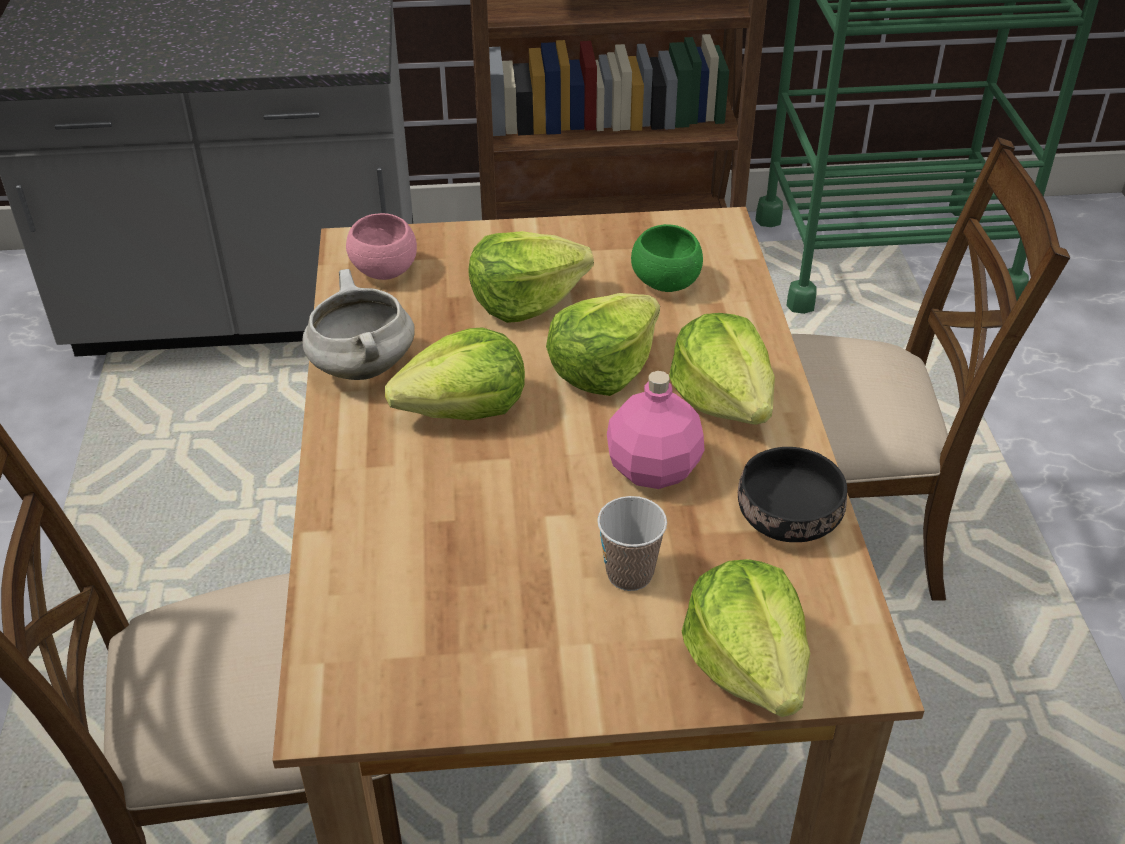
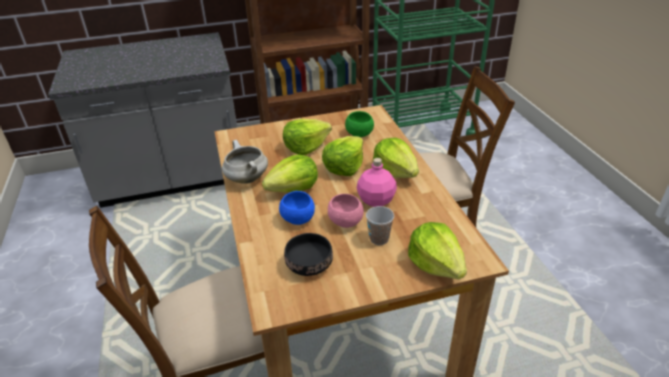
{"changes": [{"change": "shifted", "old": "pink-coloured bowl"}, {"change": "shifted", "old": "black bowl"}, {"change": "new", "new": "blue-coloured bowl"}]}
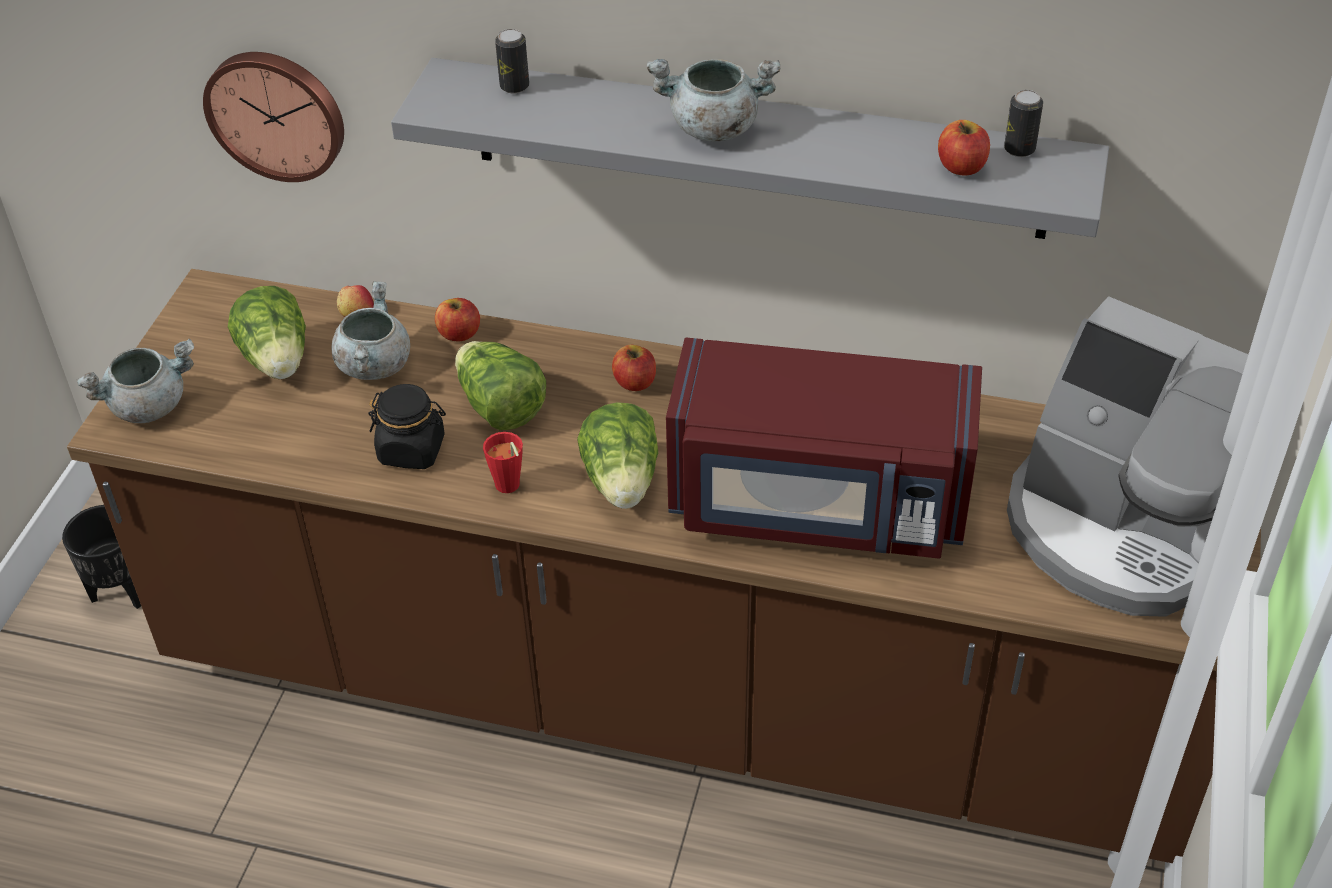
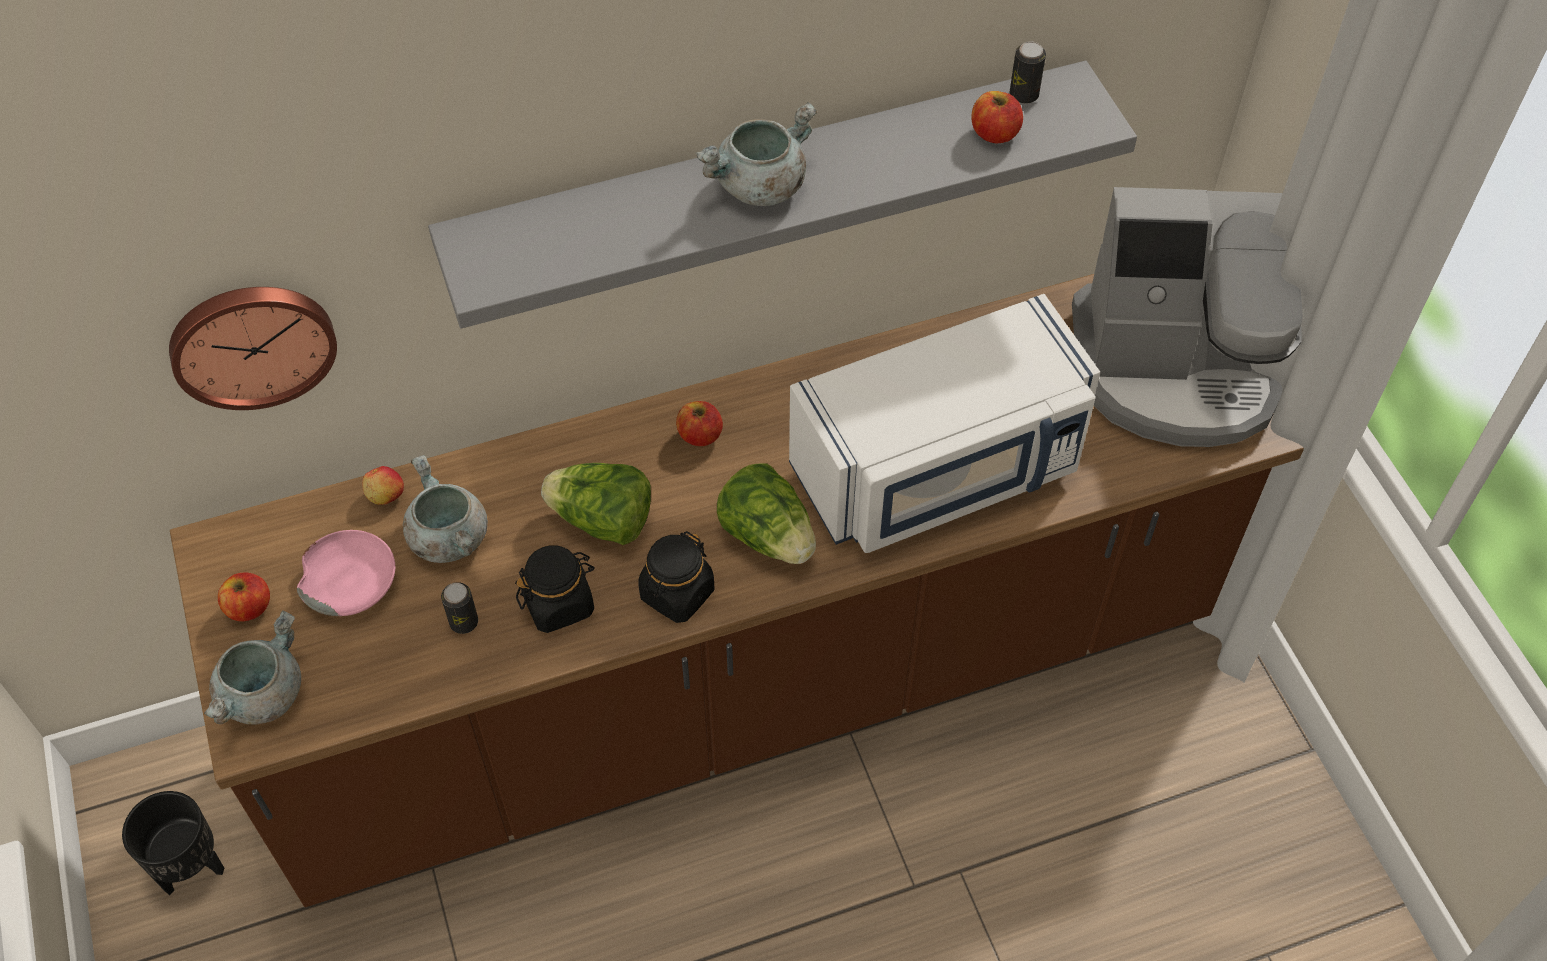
{"changes": [{"change": "swapped", "old": "lettuce (no. 1 from left)", "new": "pink-coloured bowl"}, {"change": "shifted", "old": "apple (no. 2 from left in the first image)", "new": "apple (no. 1 from left)"}, {"change": "swapped", "old": "reddish cup", "new": "black storage jar (no. 2 from left)"}, {"change": "shifted", "old": "metal can (no. 1 from left)"}, {"change": "repainted", "old": "reddish kitchen microwave", "new": "whitish kitchen microwave"}]}
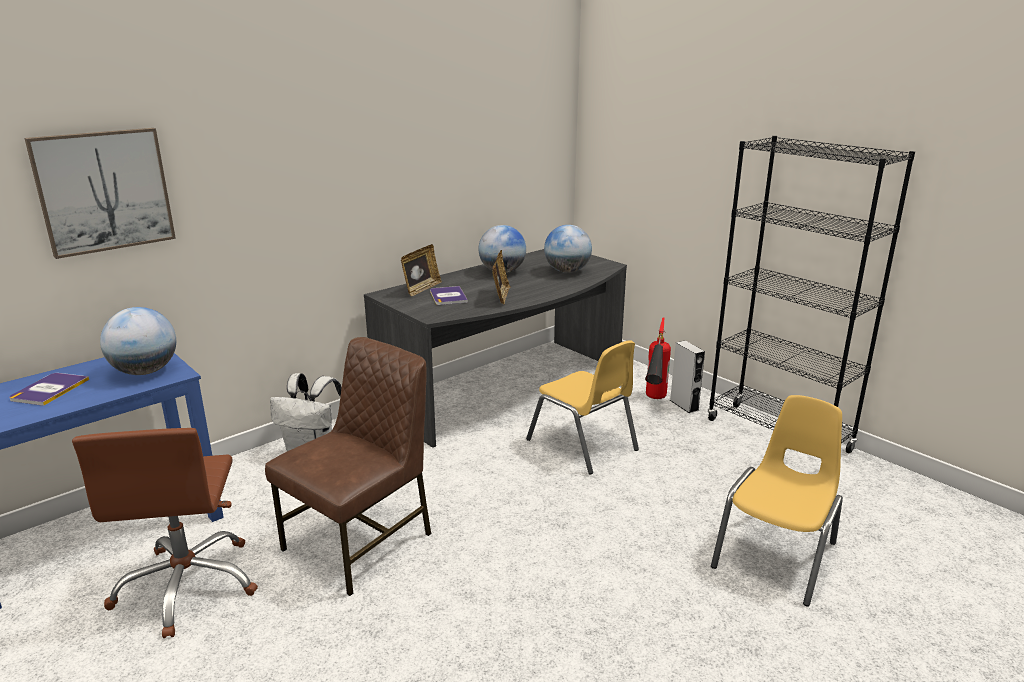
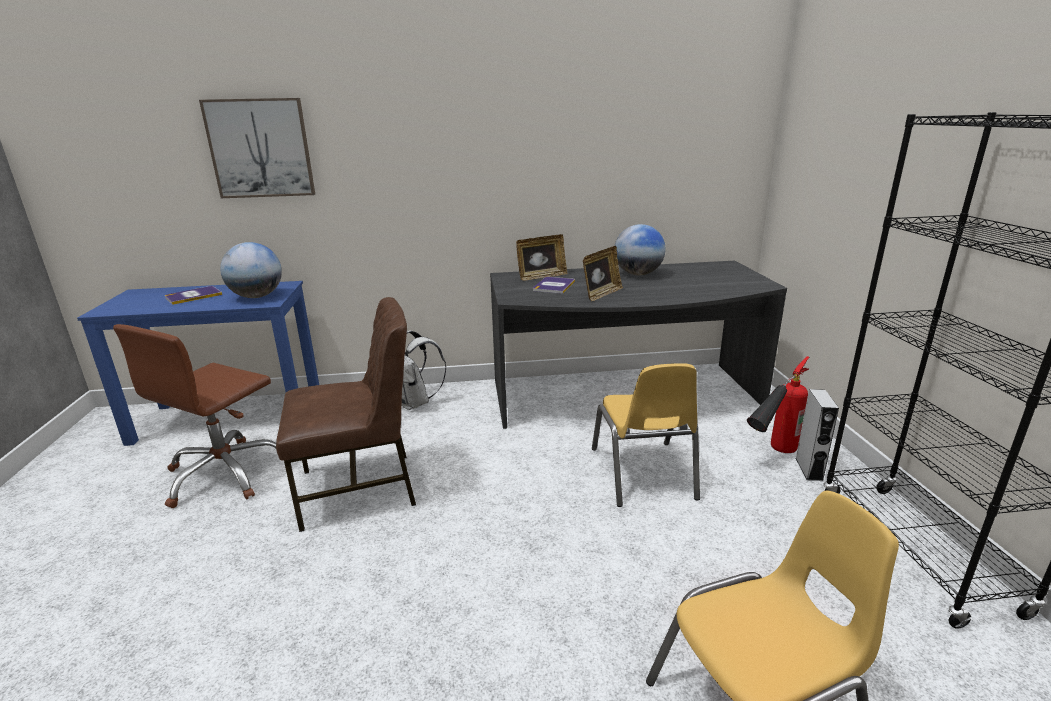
{"changes": [{"change": "gone", "old": "desk globe (no. 3 from left)"}]}
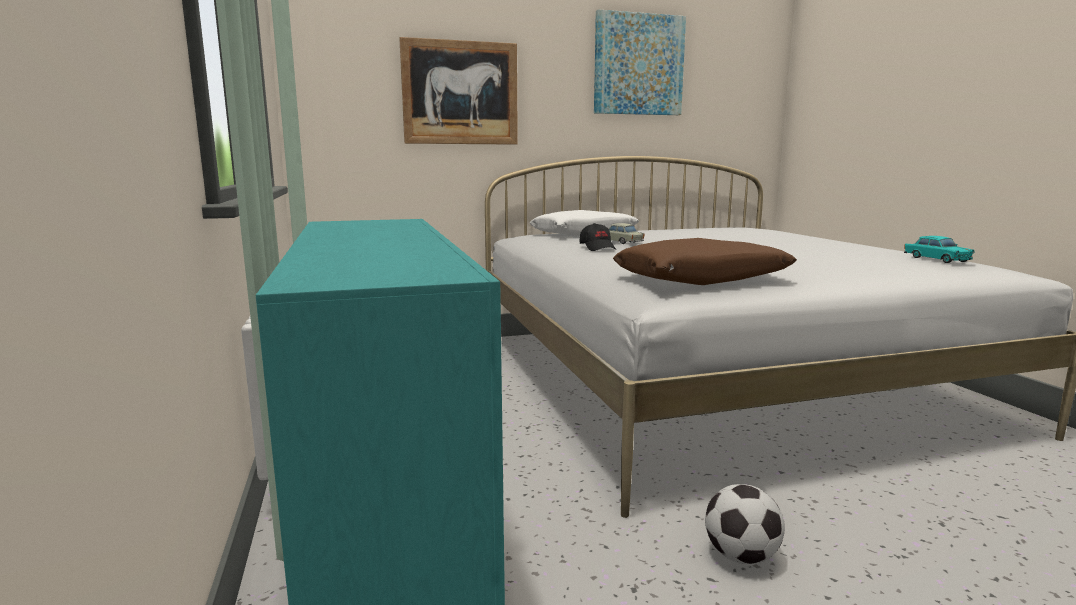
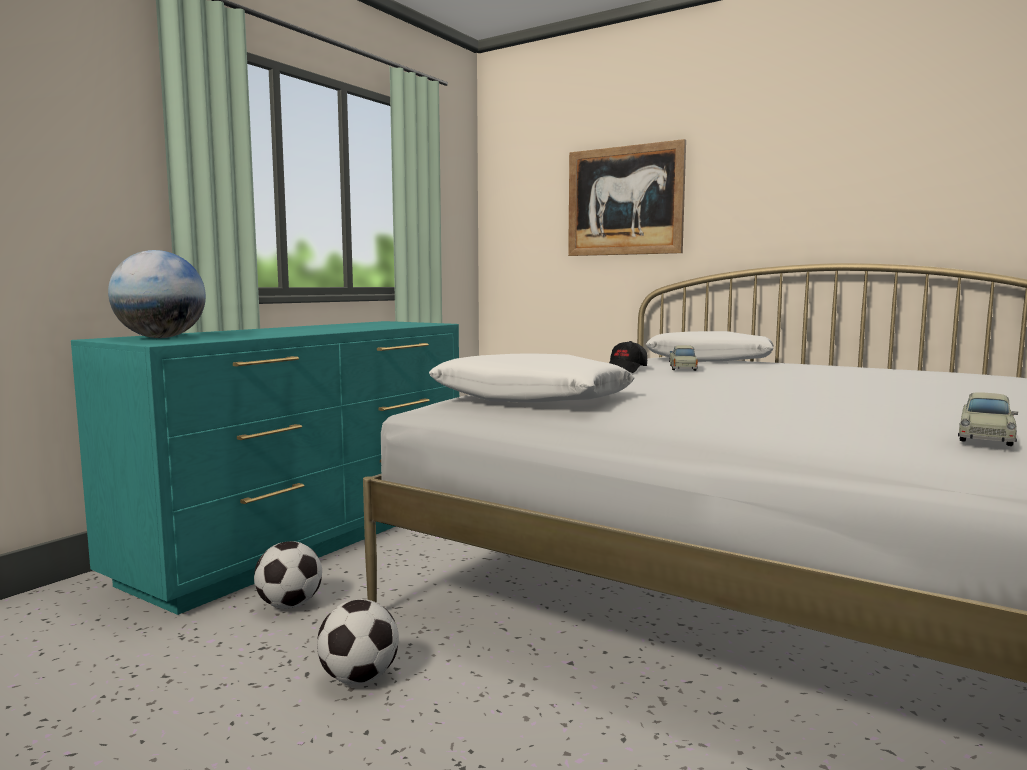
{"changes": [{"change": "gone", "old": "wall art (no. 2 from left)"}, {"change": "repainted", "old": "brownish throw pillow", "new": "whitish throw pillow (no. 1 from left)"}, {"change": "repainted", "old": "turquoise miniature car", "new": "beige-coloured miniature car (no. 2 from left)"}, {"change": "new", "new": "desk globe"}, {"change": "new", "new": "football ball (no. 1 from left)"}]}
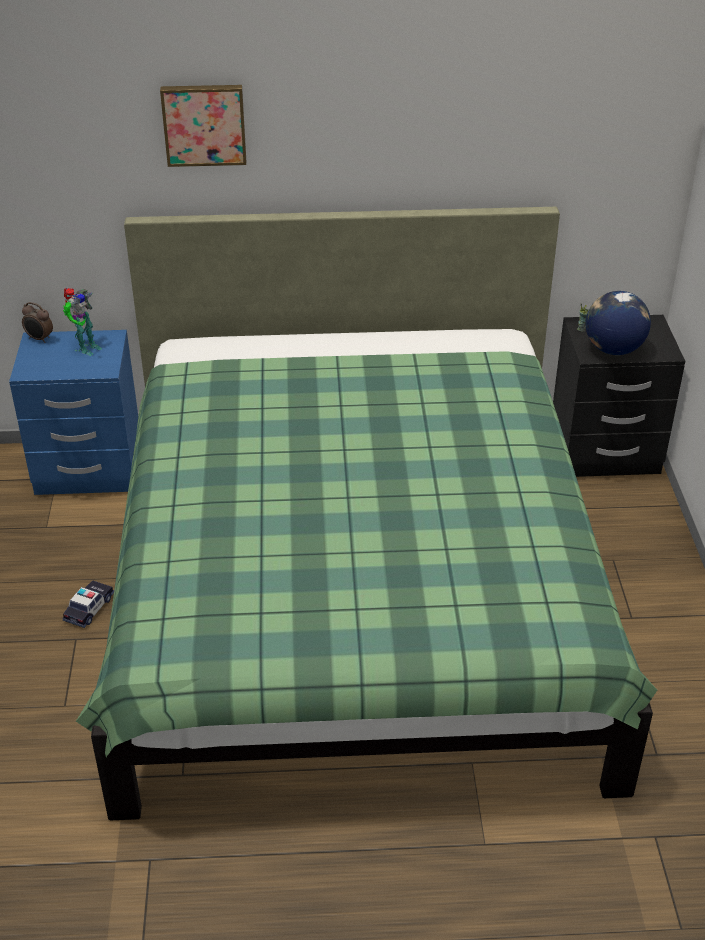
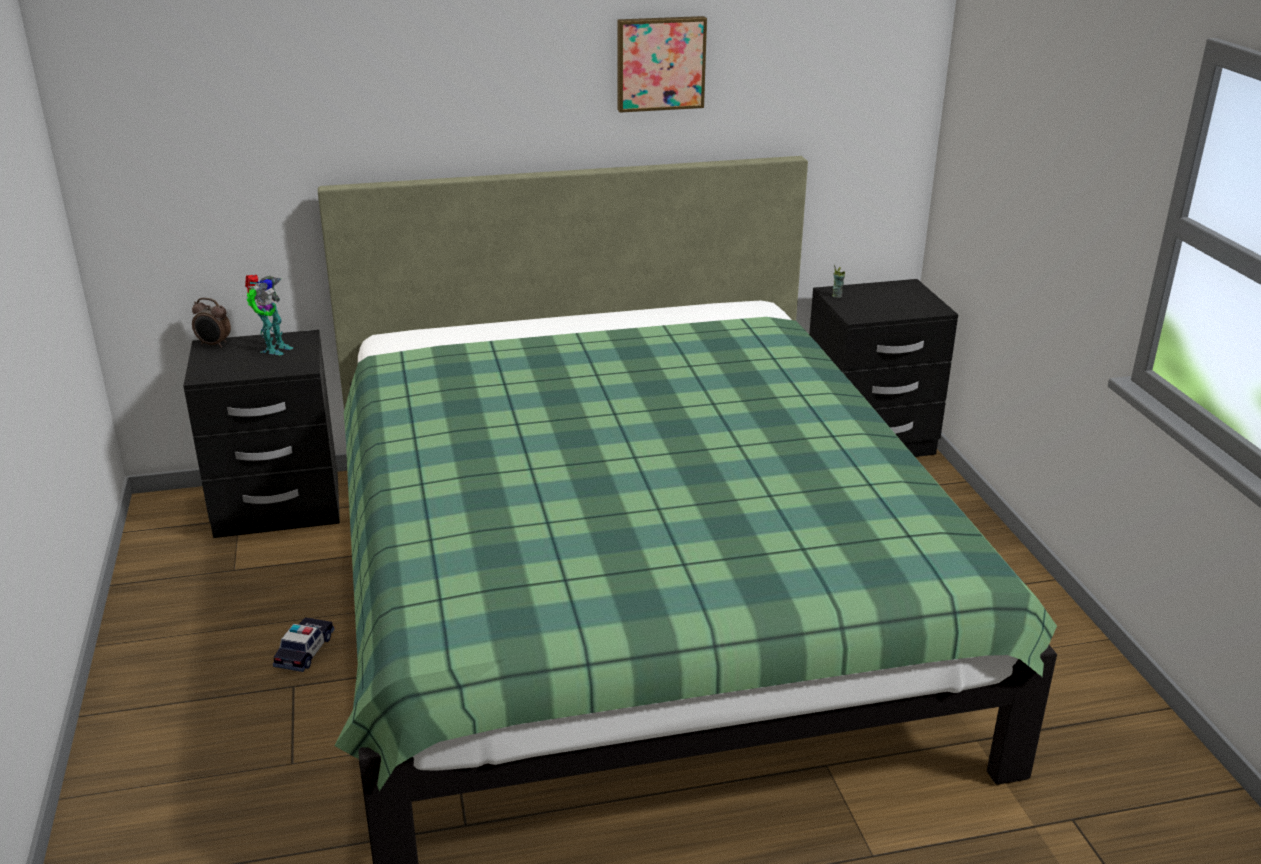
{"changes": [{"change": "repainted", "old": "blue-coloured bedside table", "new": "black bedside table (no. 1 from left)"}, {"change": "shifted", "old": "wall art"}, {"change": "gone", "old": "desk globe"}]}
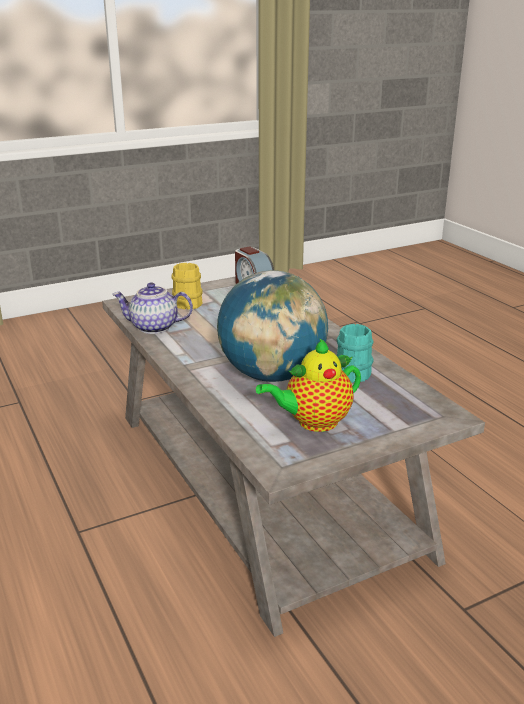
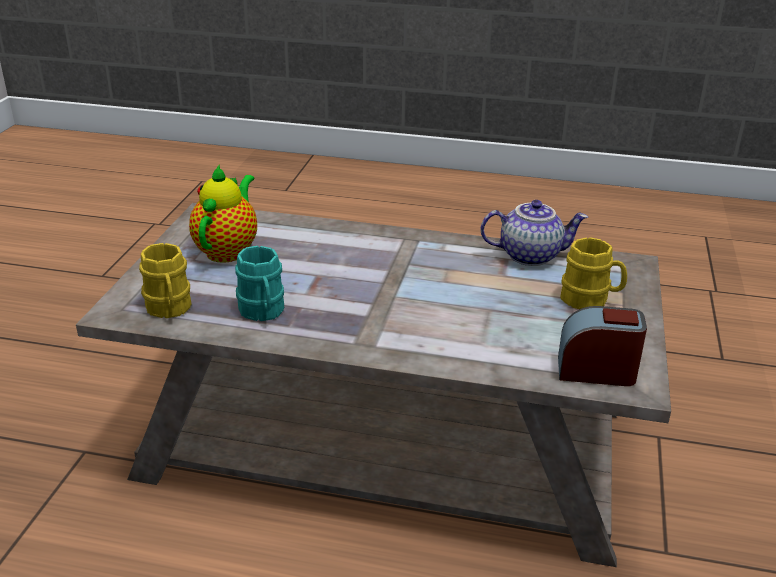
{"changes": [{"change": "rotated", "old": "pot for tea (no. 1 from left in the first image)", "degrees": 45}, {"change": "gone", "old": "desk globe"}, {"change": "new", "new": "yellow coffee mug (no. 1 from left)"}]}
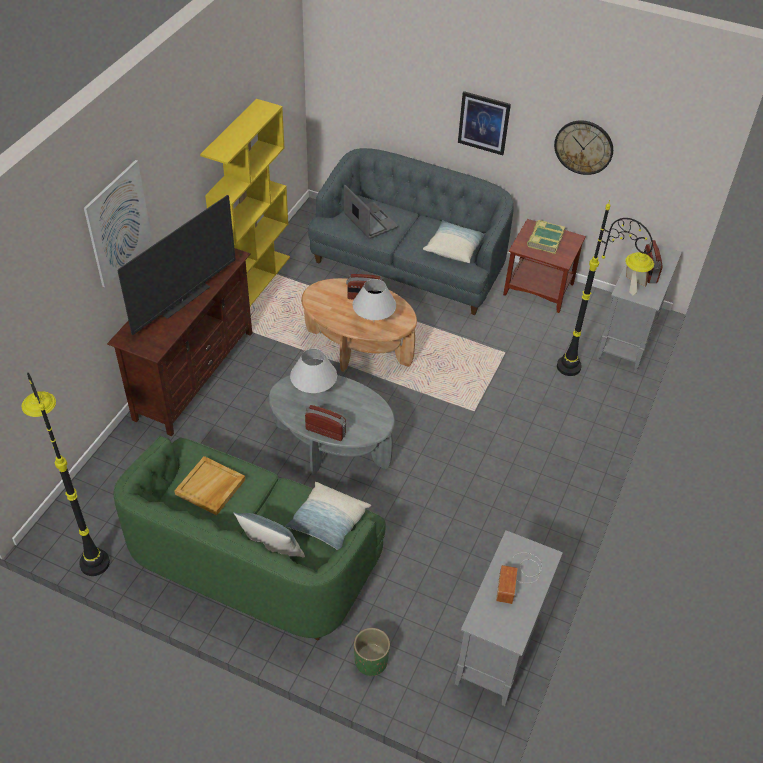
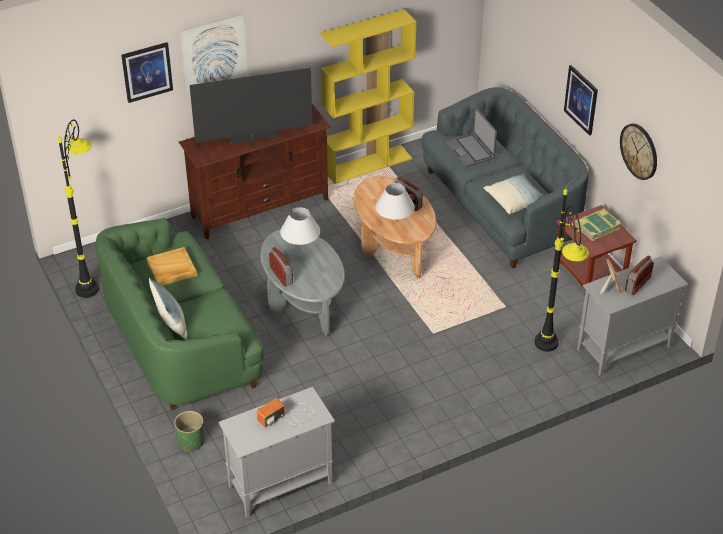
{"changes": [{"change": "gone", "old": "throw pillow (no. 2 from left)"}, {"change": "rotated", "old": "portable computer", "degrees": 150}, {"change": "new", "new": "wall art (no. 1 from left)"}]}
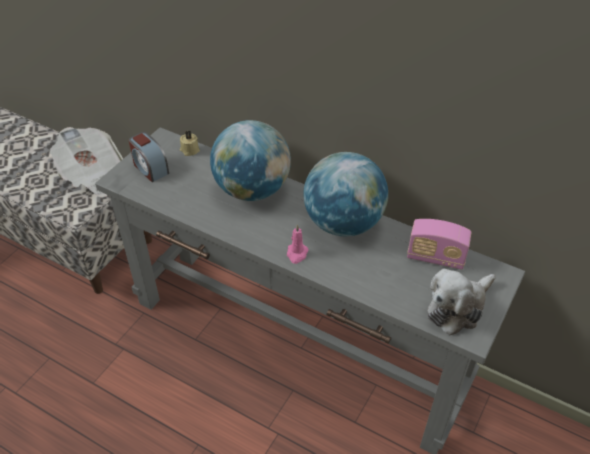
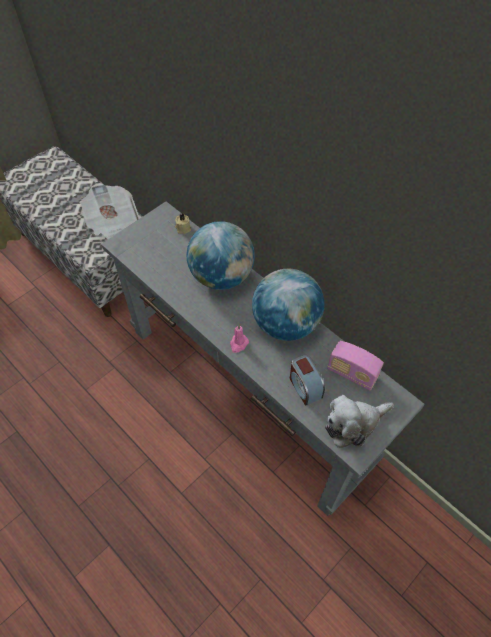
{"changes": [{"change": "shifted", "old": "table clock"}]}
